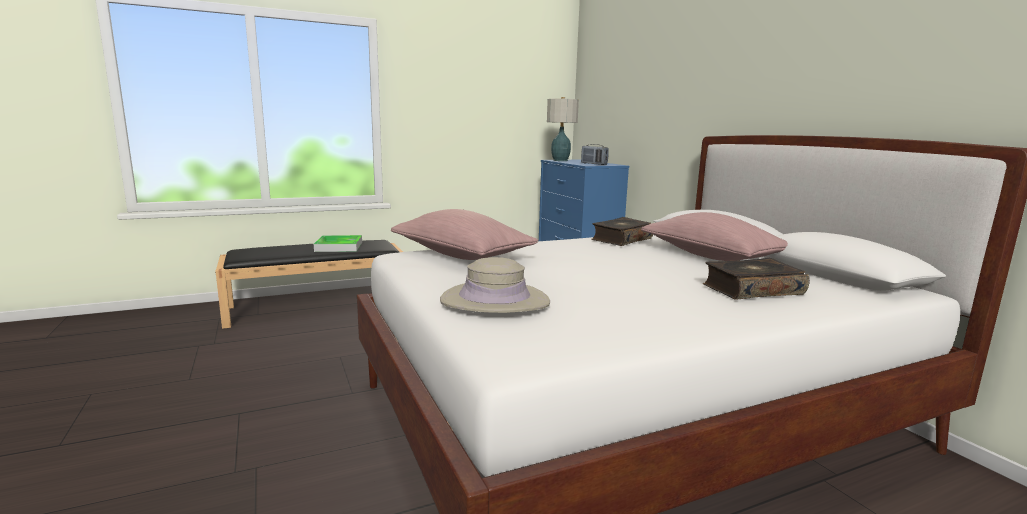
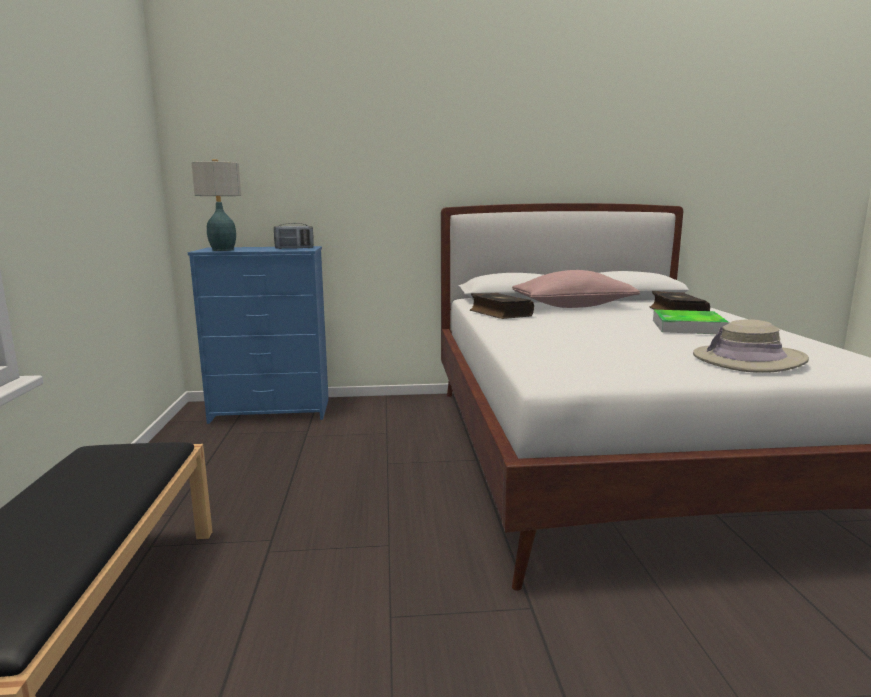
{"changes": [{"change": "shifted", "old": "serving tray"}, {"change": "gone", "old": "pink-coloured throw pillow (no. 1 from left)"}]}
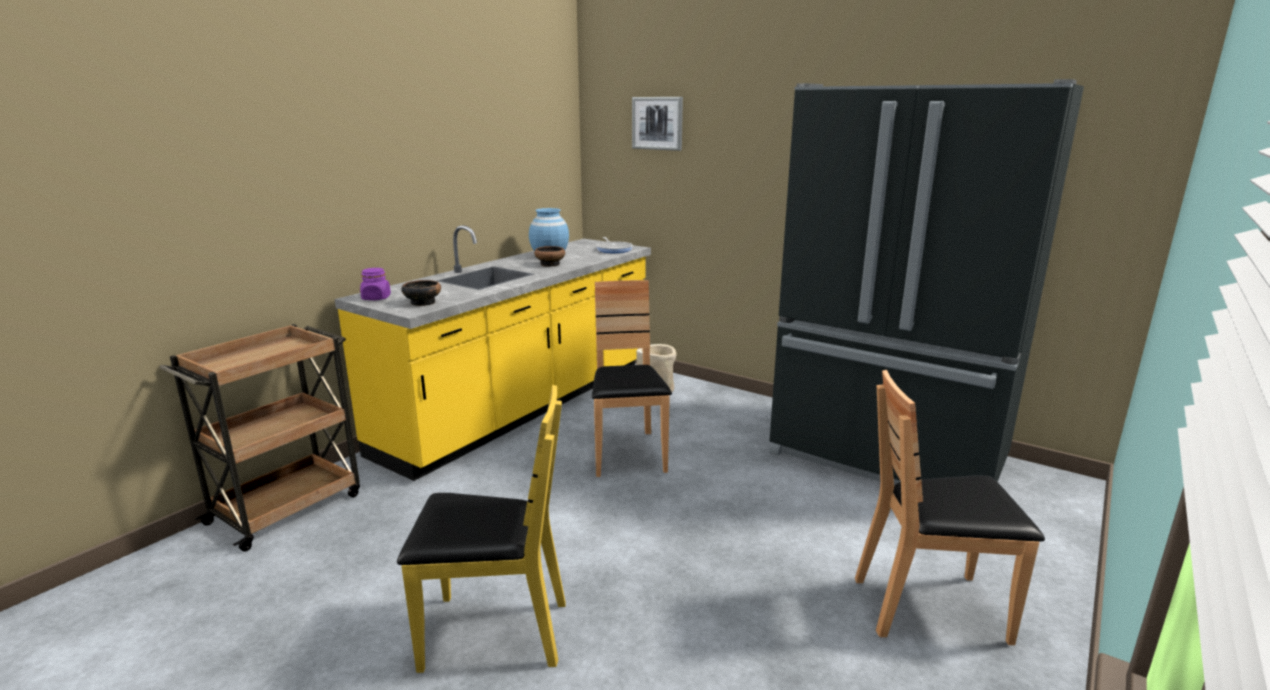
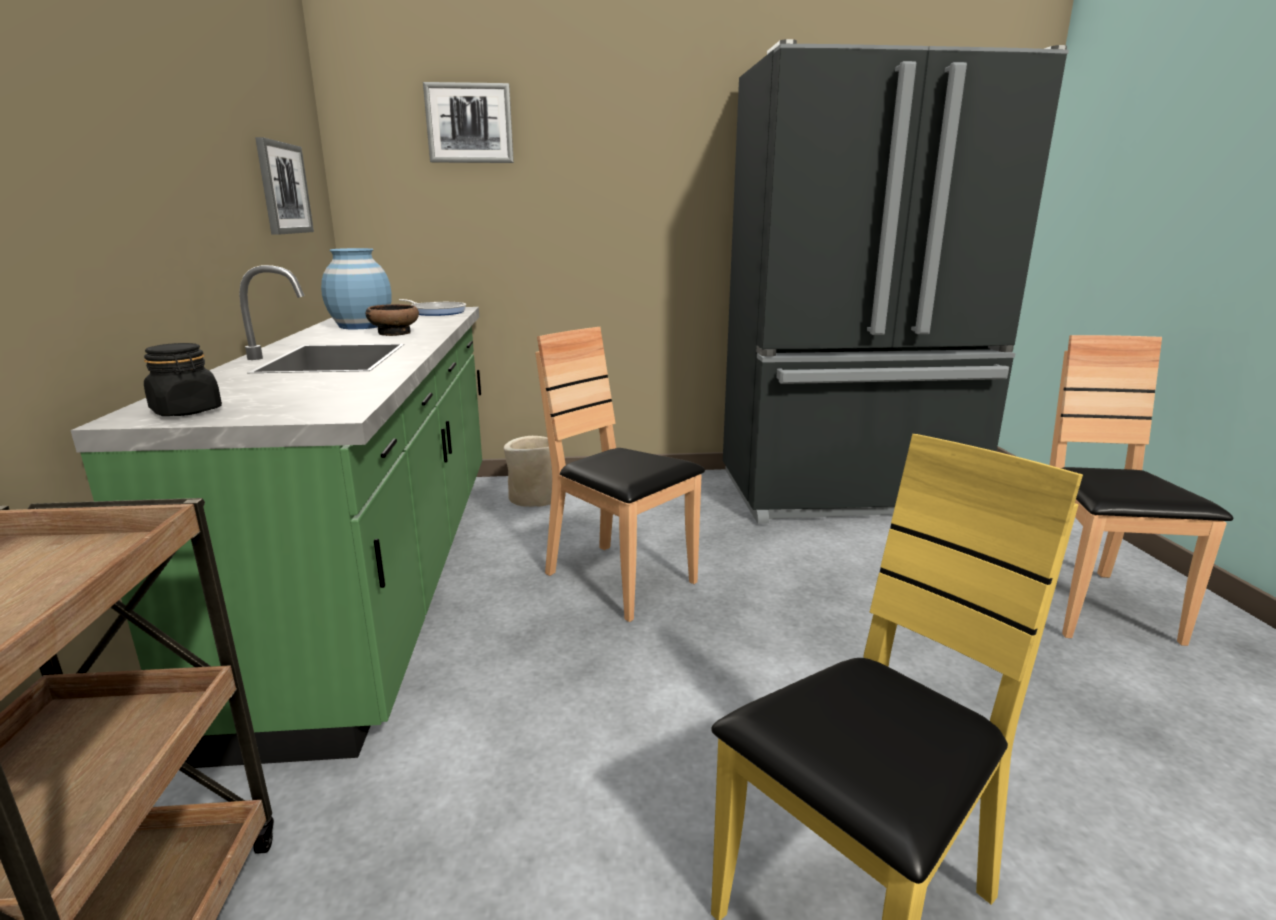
{"changes": [{"change": "repainted", "old": "yellow kitchen base unit", "new": "green kitchen base unit"}, {"change": "repainted", "old": "purple-coloured storage jar", "new": "black storage jar"}, {"change": "gone", "old": "bowl (no. 1 from left)"}, {"change": "rotated", "old": "brownish plain chair (no. 2 from left)", "degrees": 135}, {"change": "new", "new": "wall art (no. 1 from left)"}]}
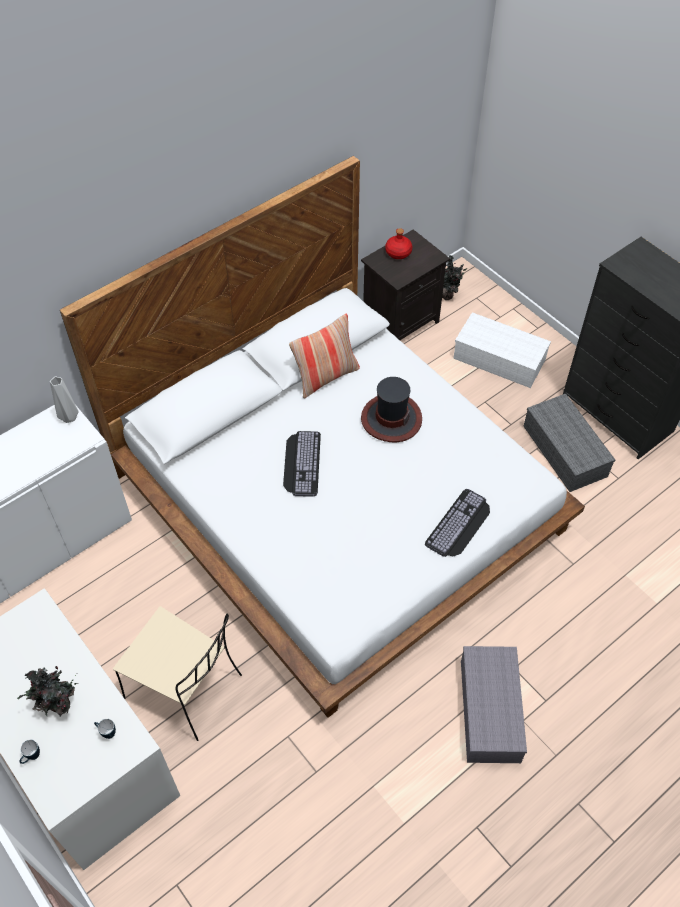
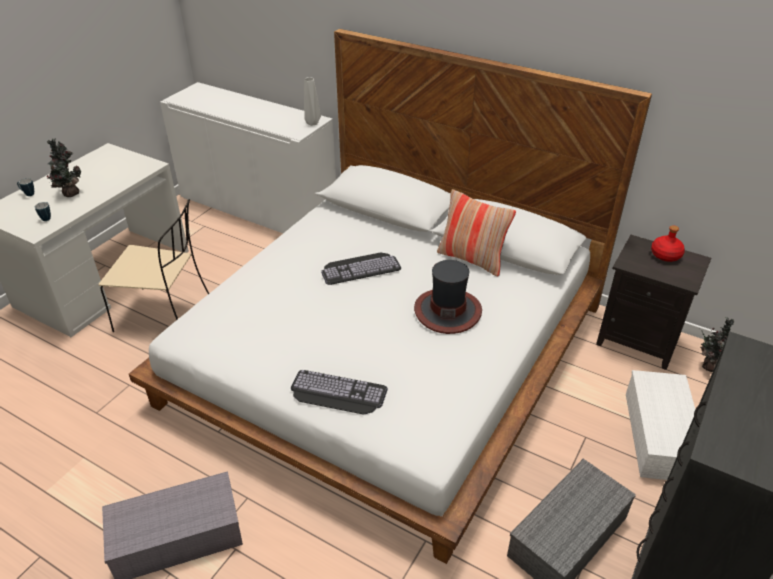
{"changes": [{"change": "rotated", "old": "beige-coloured plain chair", "degrees": -90}]}
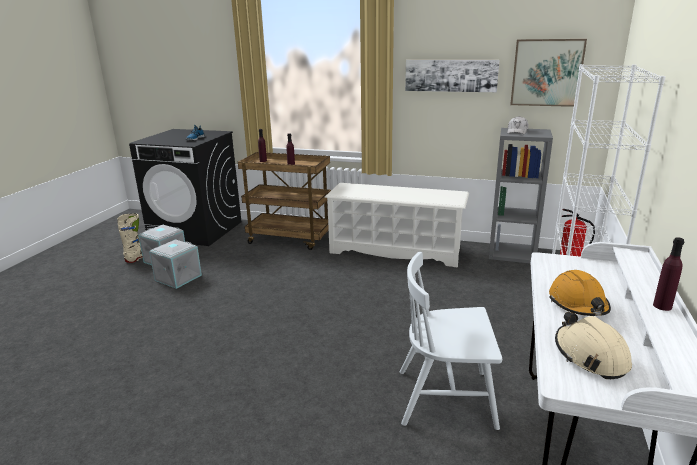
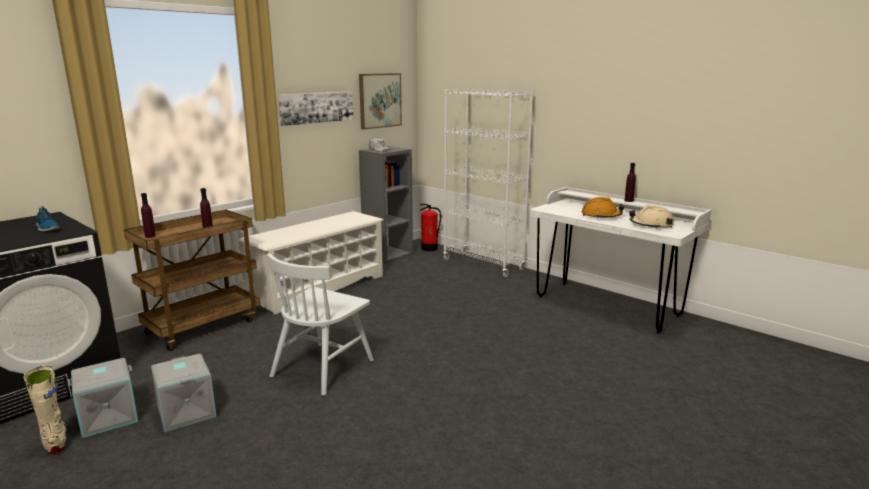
{"changes": [{"change": "shifted", "old": "whitish plain chair"}]}
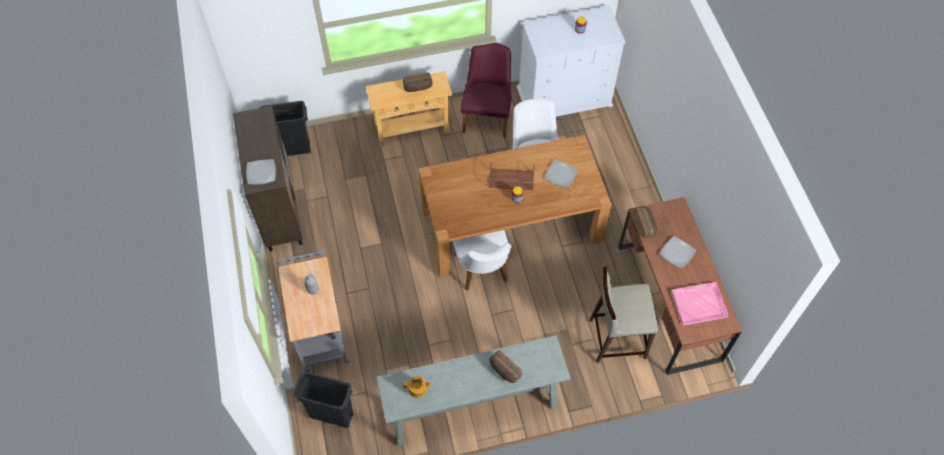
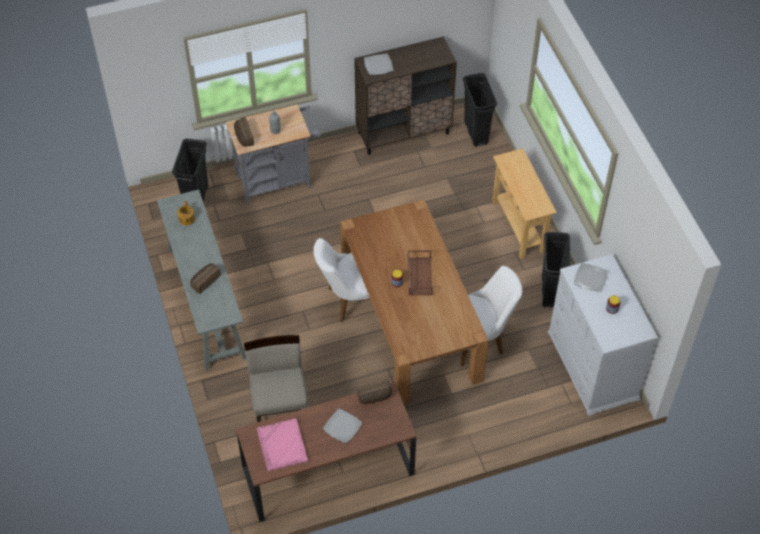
{"changes": [{"change": "shifted", "old": "baked bread (no. 1 from left in the first image)", "new": "baked bread (no. 2 from left)"}, {"change": "swapped", "old": "purple-coloured plain chair", "new": "black rubbish bin (no. 3 from left)"}, {"change": "shifted", "old": "dinner plate (no. 2 from left in the first image)", "new": "dinner plate (no. 3 from left)"}]}
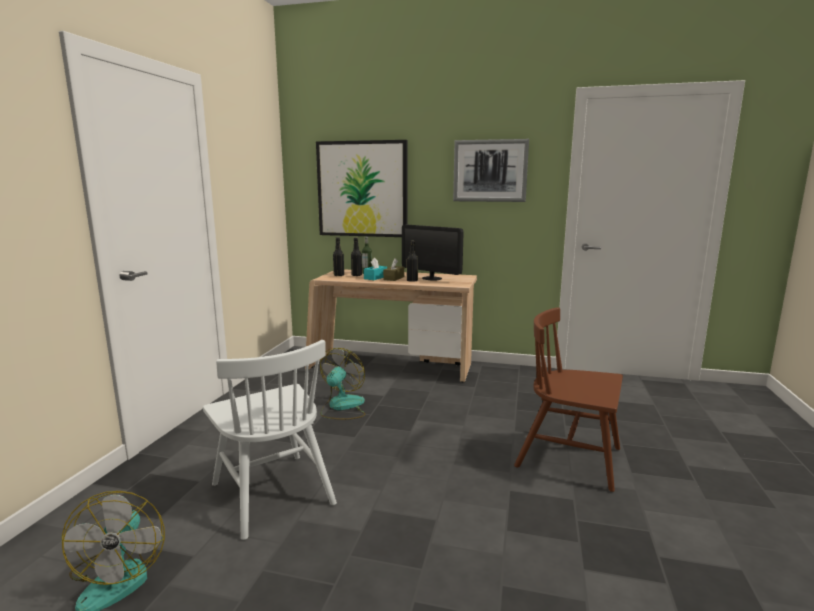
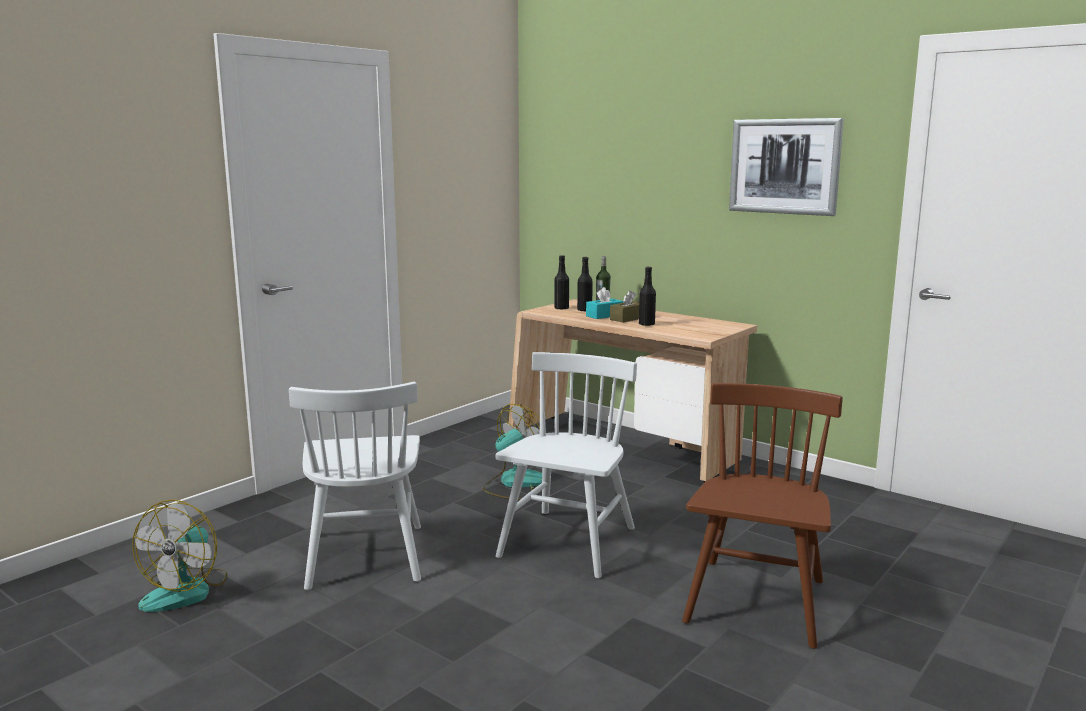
{"changes": [{"change": "gone", "old": "wall art (no. 1 from left)"}, {"change": "gone", "old": "monitor"}, {"change": "rotated", "old": "brownish plain chair", "degrees": 60}, {"change": "new", "new": "whitish plain chair (no. 2 from left)"}]}
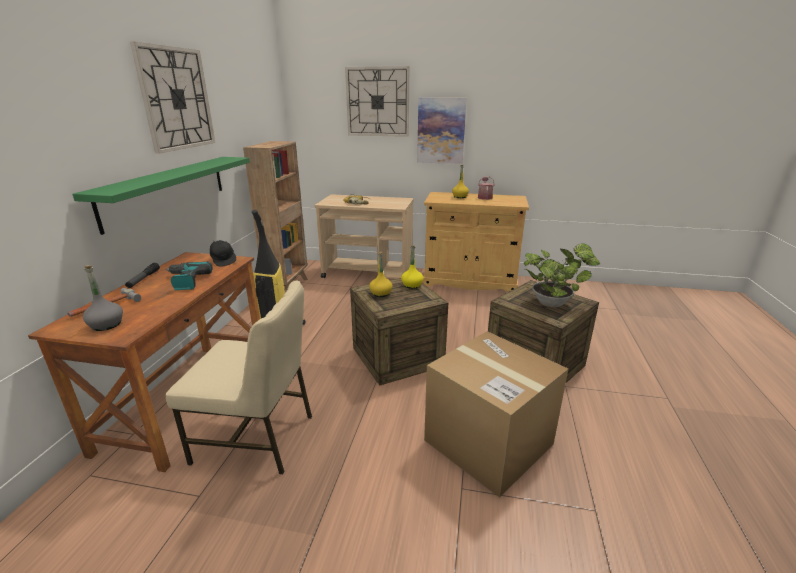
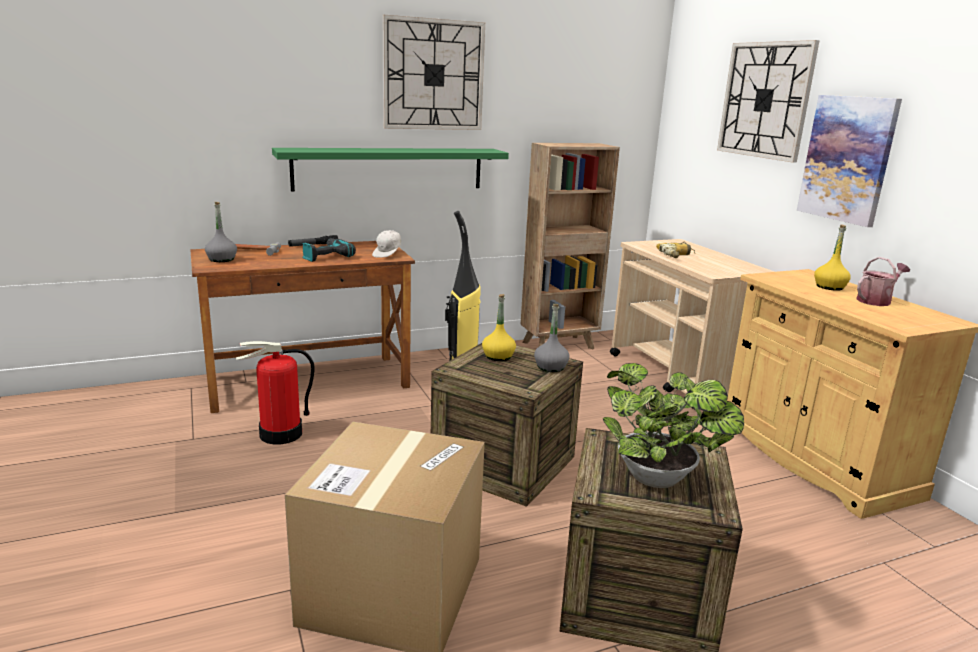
{"changes": [{"change": "swapped", "old": "beige-coloured plain chair", "new": "fire-fighting cylinder"}, {"change": "repainted", "old": "black baseball cap", "new": "whitish baseball cap"}, {"change": "repainted", "old": "yellow bottle (no. 2 from left)", "new": "grey bottle (no. 2 from left)"}]}
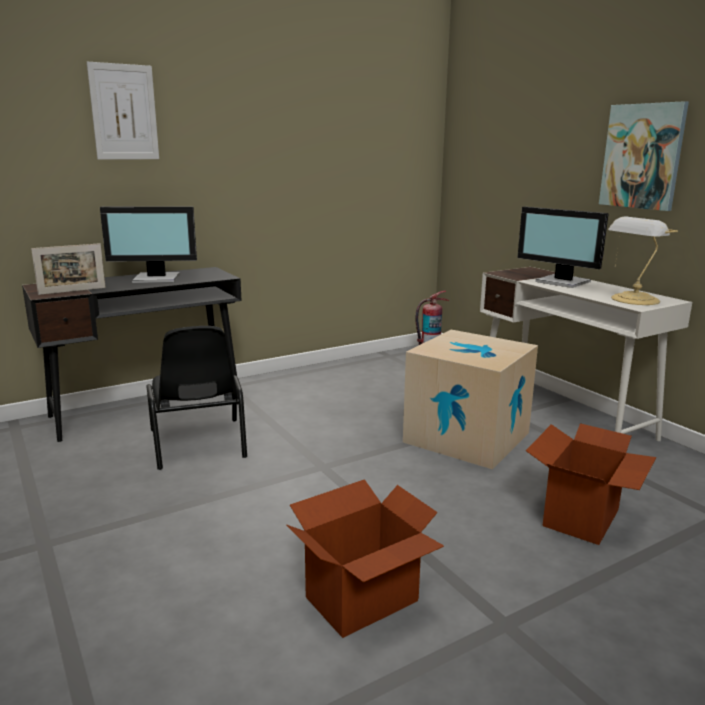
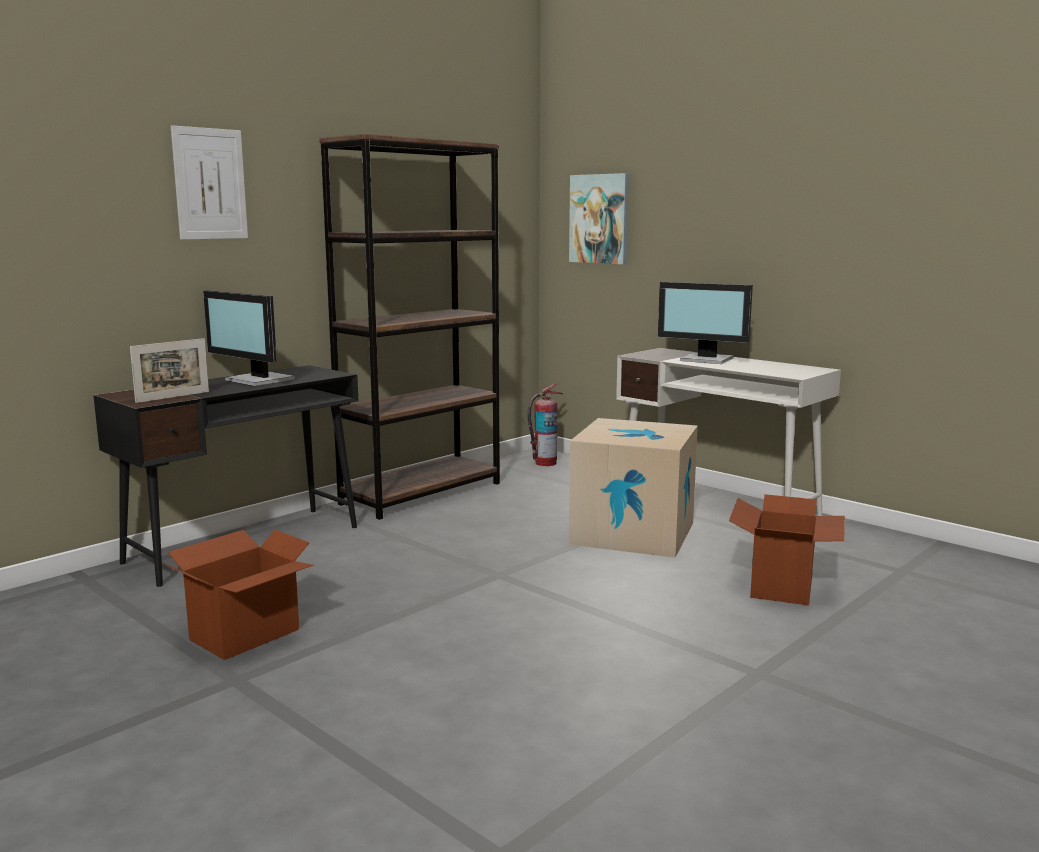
{"changes": [{"change": "rotated", "old": "monitor (no. 1 from left)", "degrees": 60}, {"change": "gone", "old": "black plain chair"}, {"change": "shifted", "old": "packing box (no. 1 from left)"}, {"change": "shifted", "old": "wall art (no. 2 from left)"}, {"change": "gone", "old": "lamp for a table"}, {"change": "new", "new": "brownish bookshelf"}]}
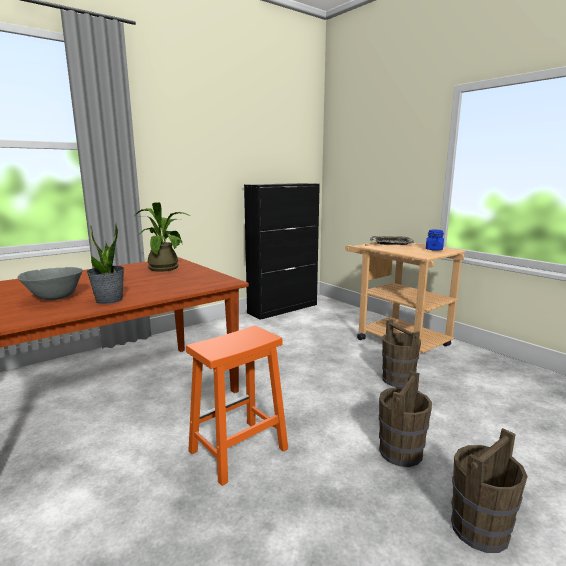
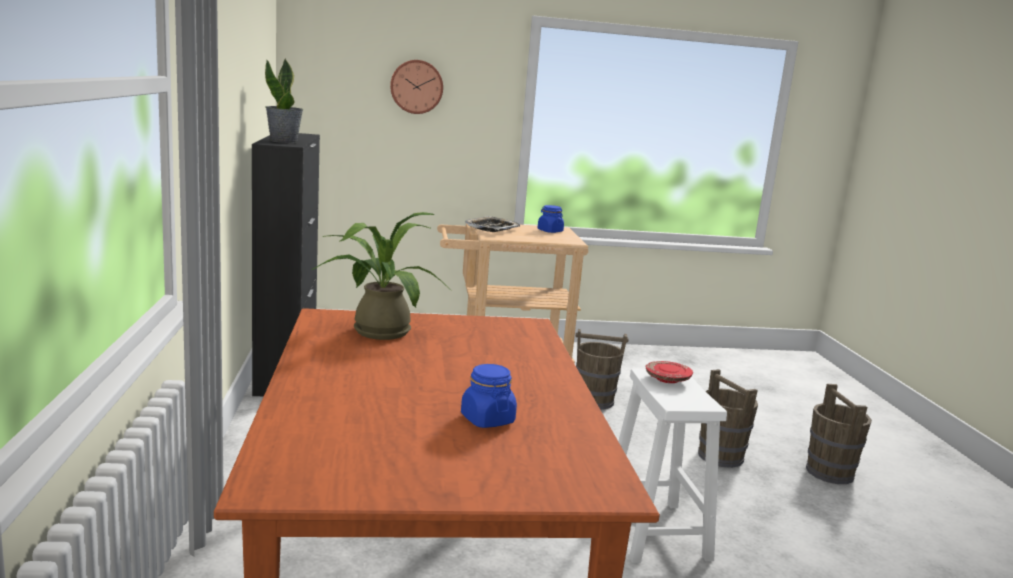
{"changes": [{"change": "swapped", "old": "grey bowl", "new": "blue-coloured storage jar (no. 1 from left)"}, {"change": "shifted", "old": "potted plant (no. 1 from left)"}, {"change": "repainted", "old": "orangey stool seat", "new": "whitish stool seat"}, {"change": "new", "new": "wall clock"}, {"change": "new", "new": "reddish dinner plate"}]}
